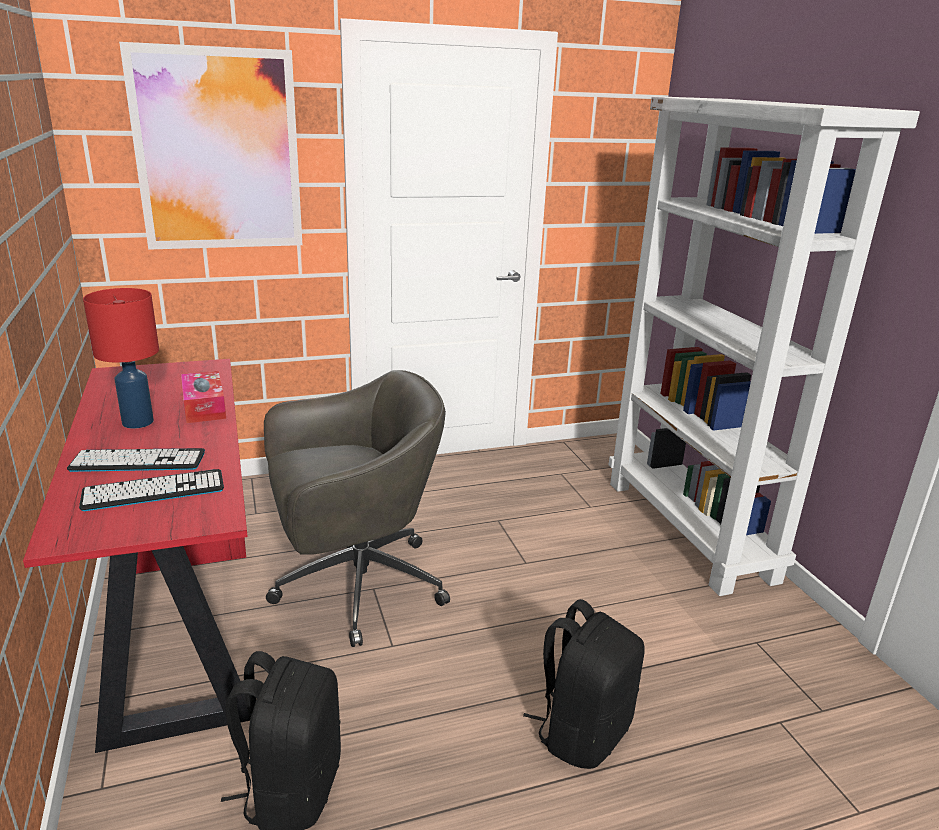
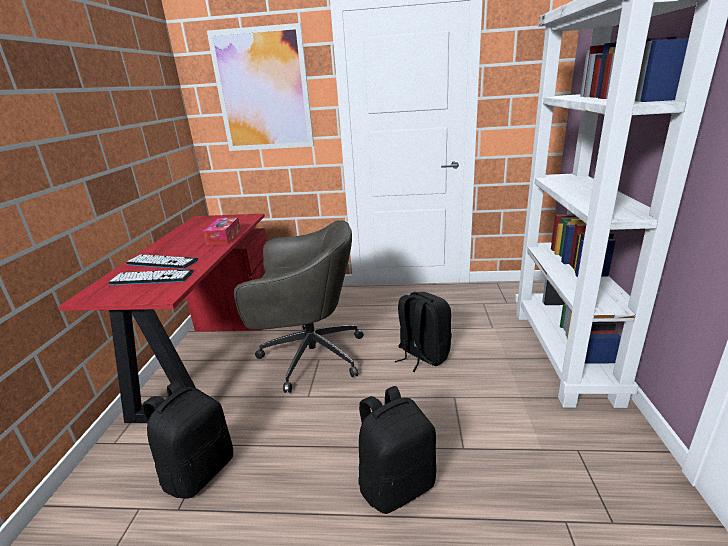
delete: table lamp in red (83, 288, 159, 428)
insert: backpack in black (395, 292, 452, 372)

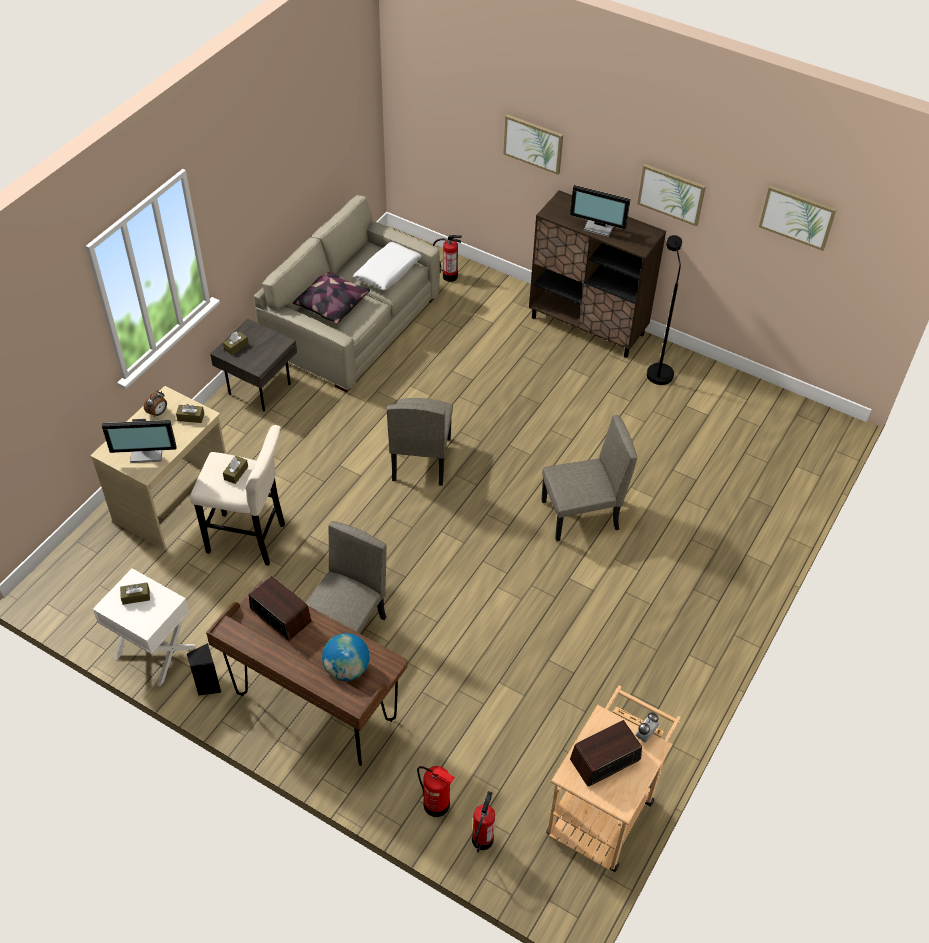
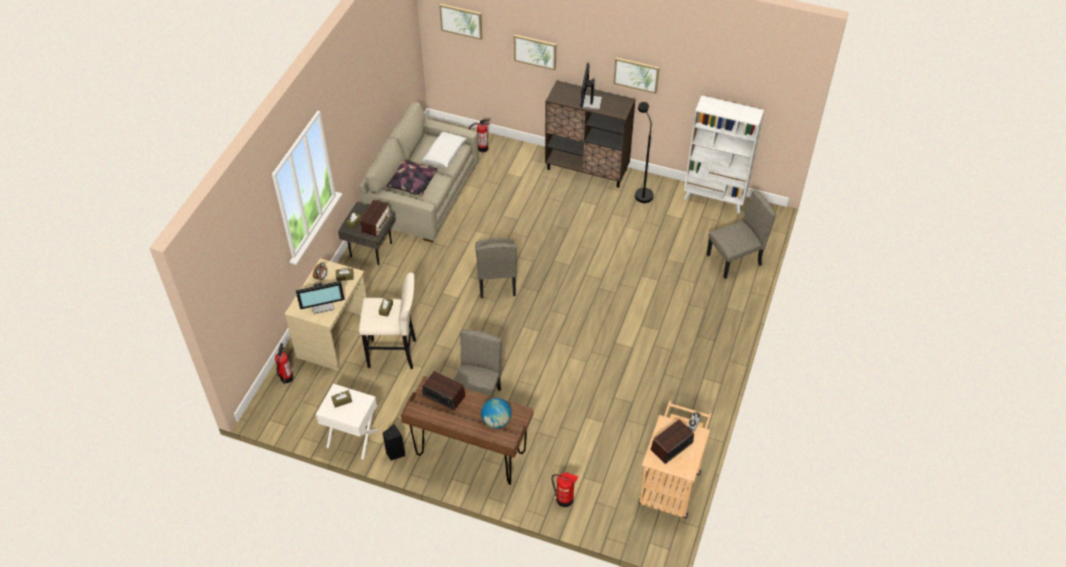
insert: radio (360, 200, 391, 237); bookcase in white (684, 95, 764, 214)
move: fire extinguisher (472, 791, 495, 853) to (275, 343, 293, 384); chair in beige (542, 415, 637, 541) to (707, 190, 776, 279); picture (759, 185, 837, 251) to (439, 4, 482, 40)
rotate: monitor (570, 185, 630, 237) = (580, 63, 602, 110) 90 degrees clockwise

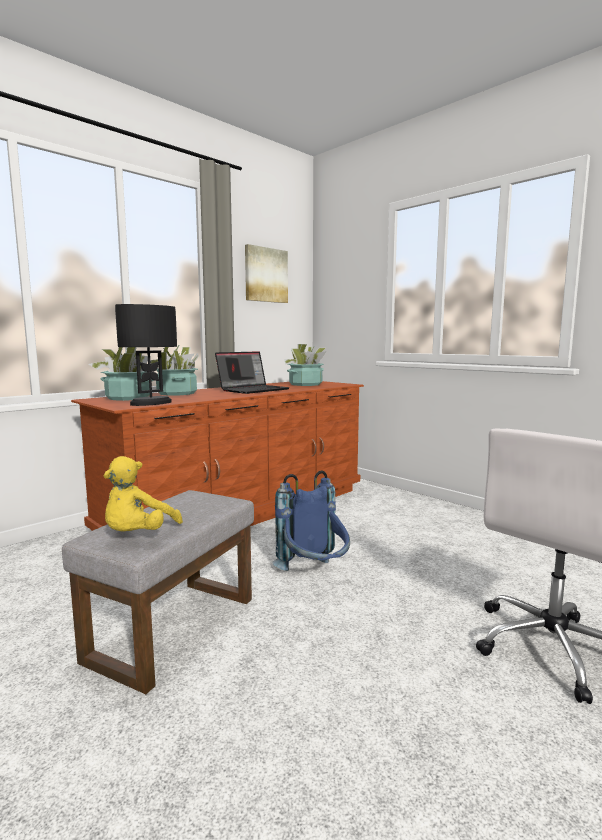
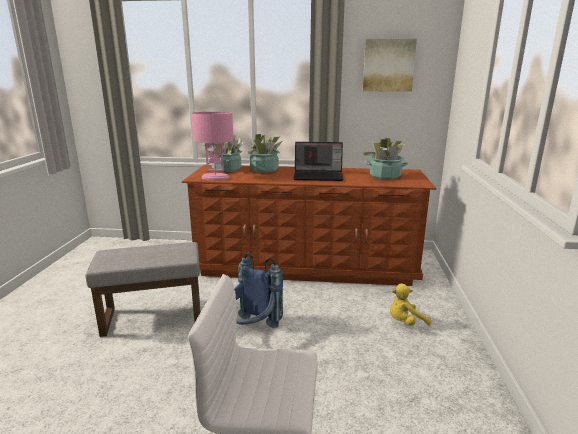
move: plush toy in yellow (104, 456, 183, 531) to (390, 284, 431, 326)
recolor: table lamp in black (115, 304, 177, 406) to table lamp in pink (191, 112, 233, 180)

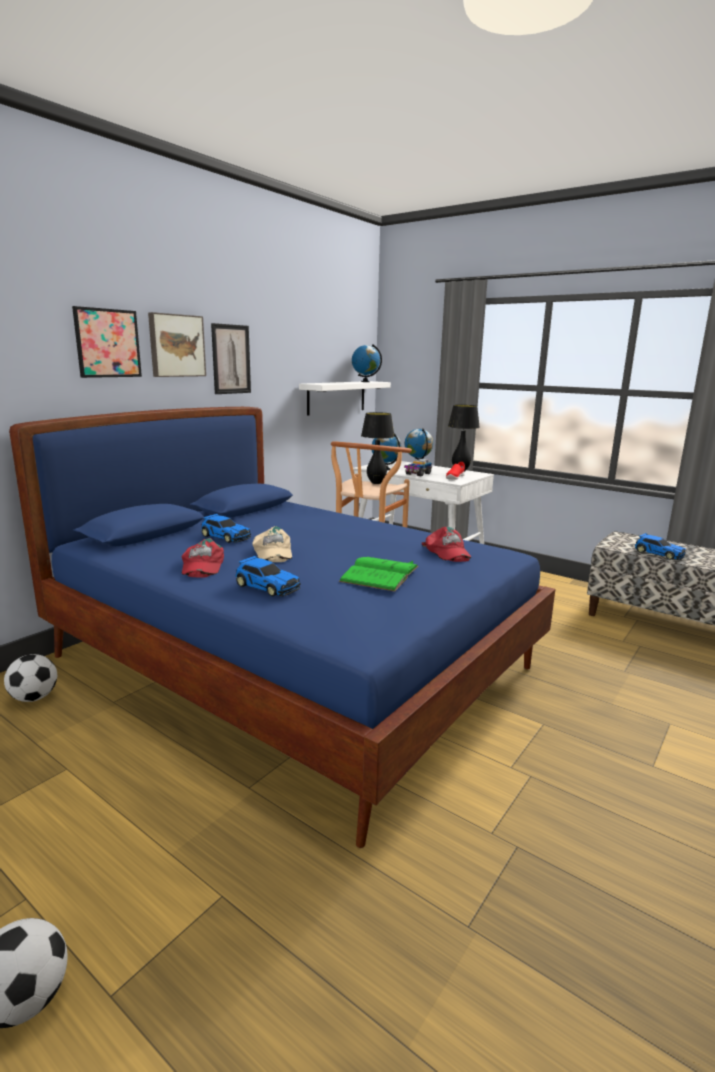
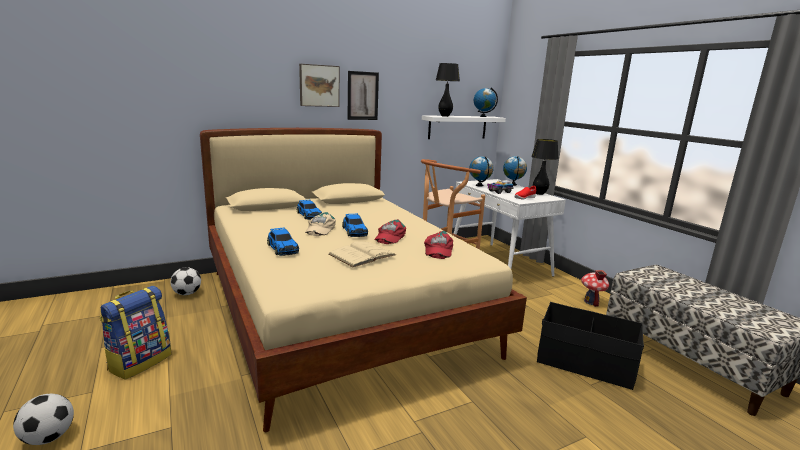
delete: picture (72, 306, 142, 378)
insert: backpack (100, 286, 171, 380); storage box in black (537, 302, 644, 390); toy house (581, 270, 609, 307)
move: cap in red (181, 538, 224, 578) to (374, 219, 406, 244); table lamp in black (361, 412, 395, 484) to (436, 63, 460, 117); toy car (635, 533, 686, 560) to (342, 214, 368, 237)
recolor: bed in blue (9, 407, 555, 848) to bed in beige (200, 128, 527, 432); book in green (339, 557, 418, 592) to book in beige (329, 241, 396, 267)

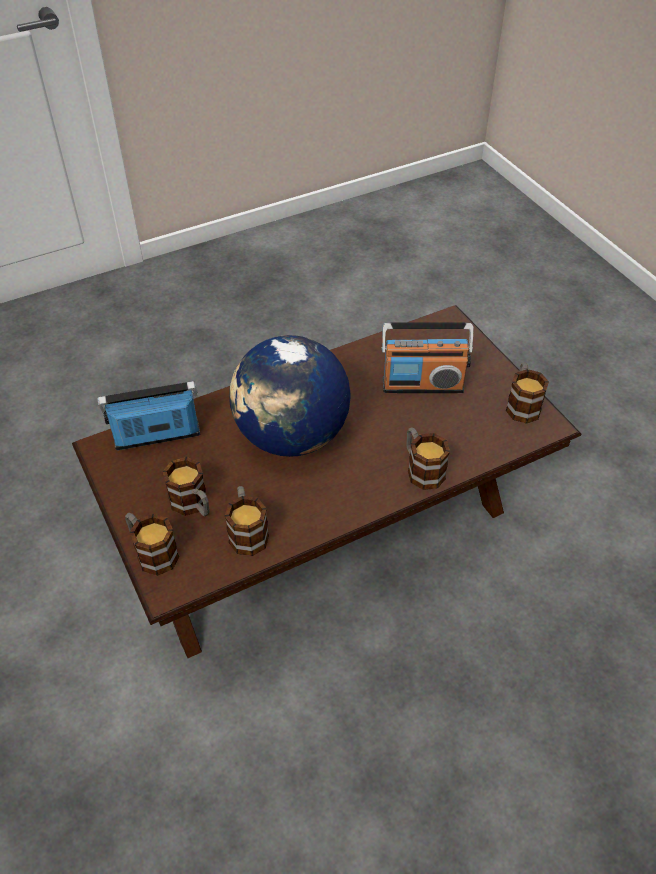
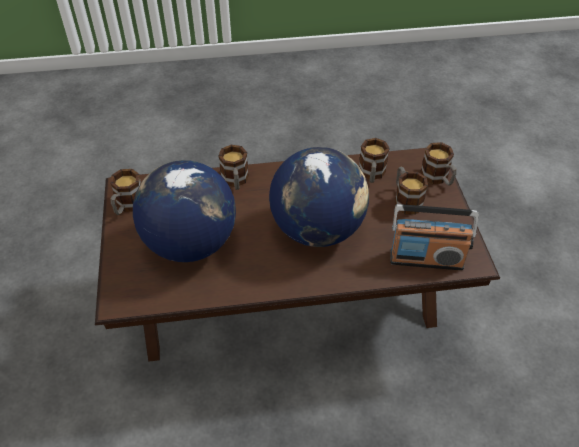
replace: radio (381, 322, 474, 393) to globe (133, 160, 236, 262)

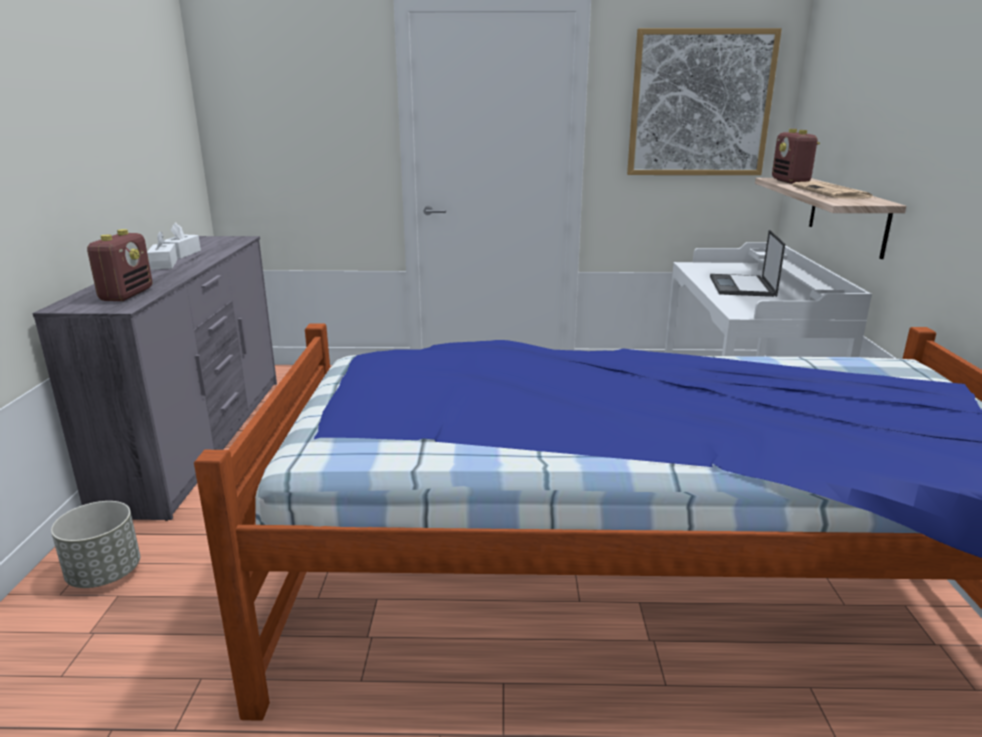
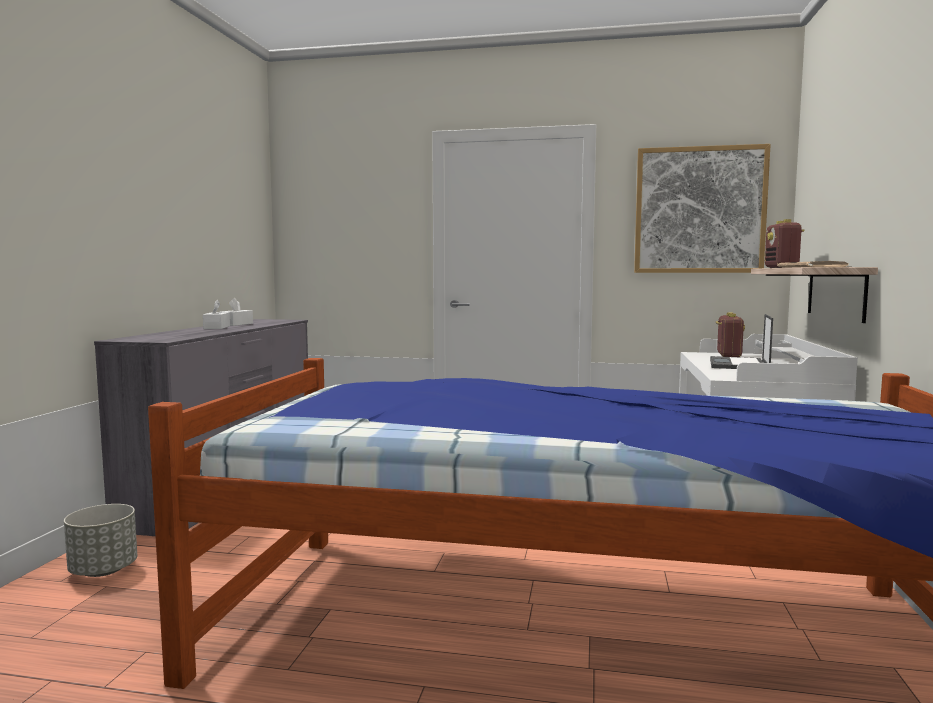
move: radio (87, 229, 153, 301) to (716, 312, 745, 357)

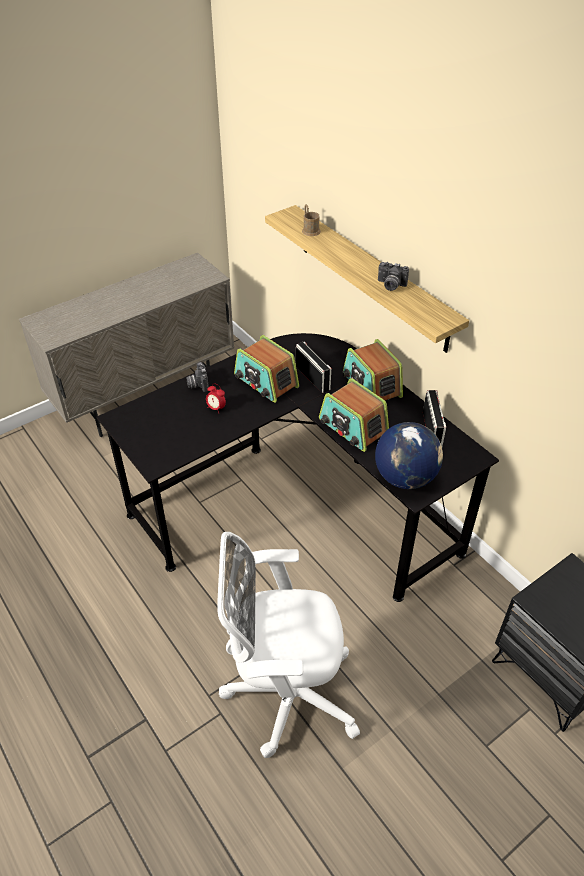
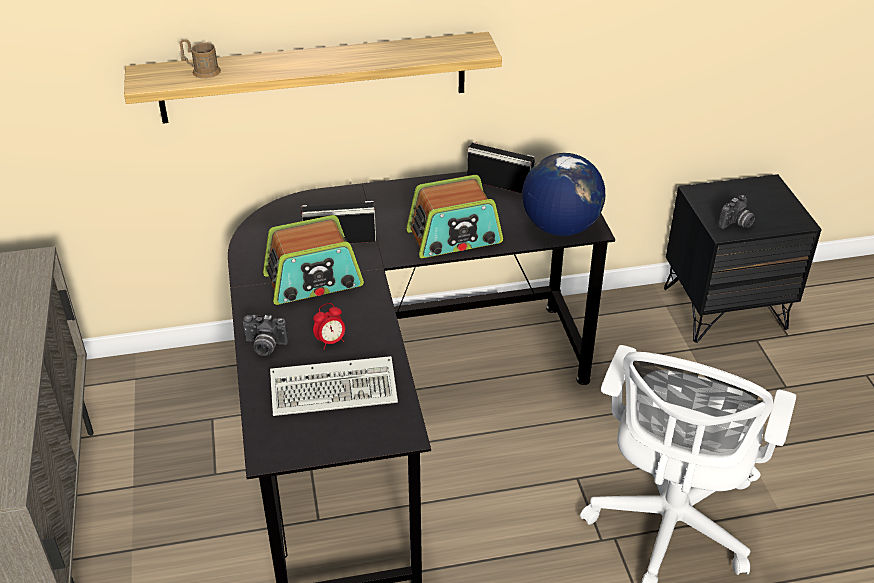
delete: radio (342, 339, 403, 401)
insert: keyboard (270, 356, 398, 416)
move: photo camera (378, 262, 409, 291) to (718, 195, 755, 229)

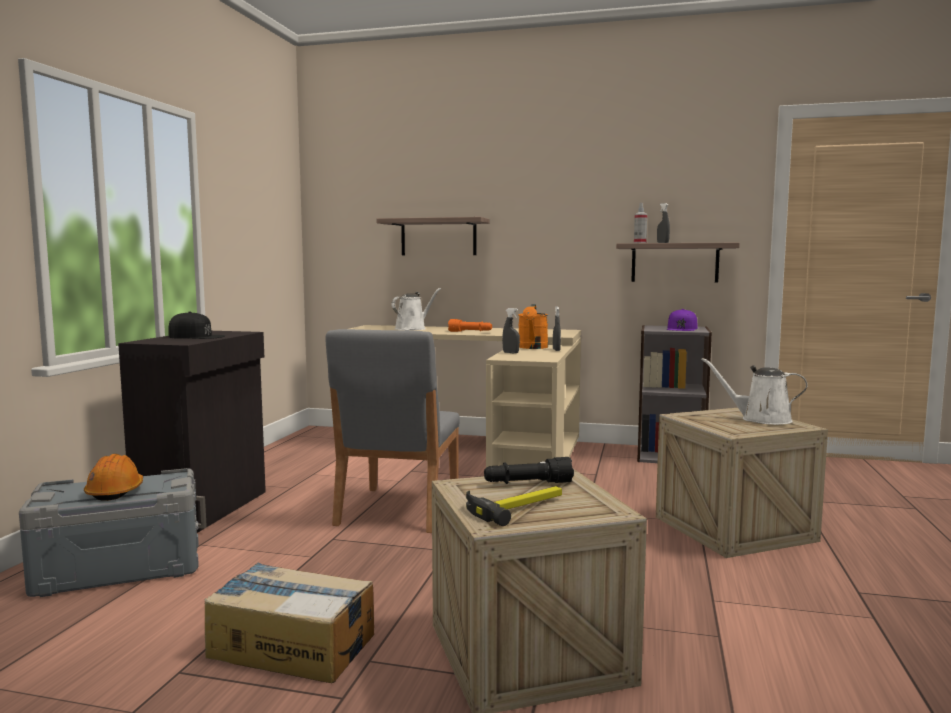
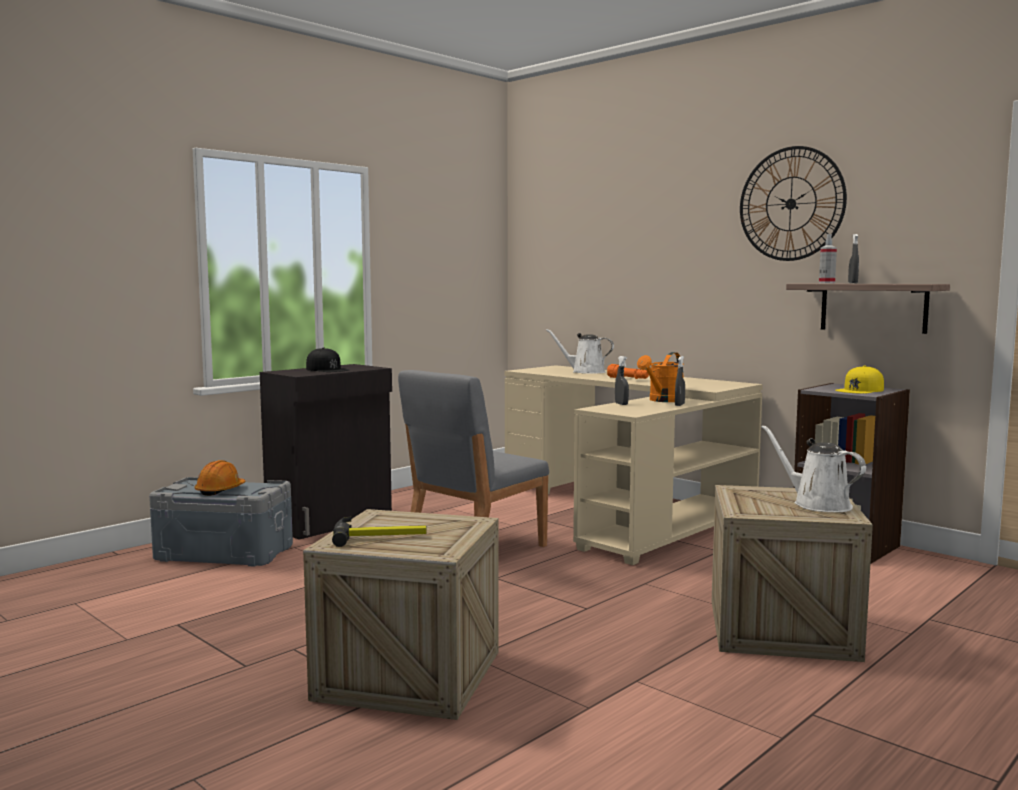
delete: cardboard box (205, 562, 374, 683); shelf (376, 217, 489, 255); flashlight in black (484, 457, 574, 484)
insert: wall clock (740, 146, 847, 261)
recolor: cap in purple (667, 309, 698, 331) to cap in yellow (835, 366, 884, 394)
rotate: watering can in white (391, 288, 441, 330) = (546, 329, 614, 374) 135 degrees counterclockwise

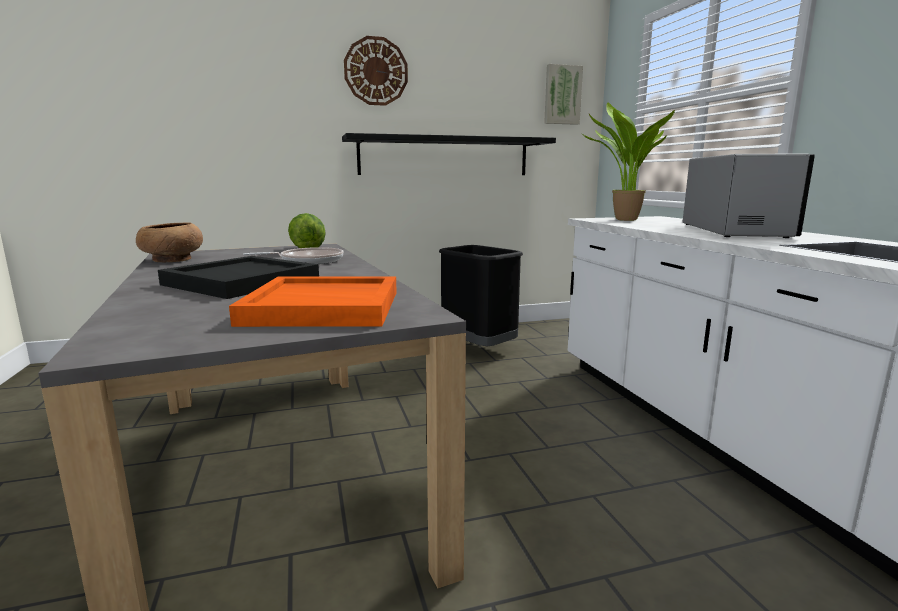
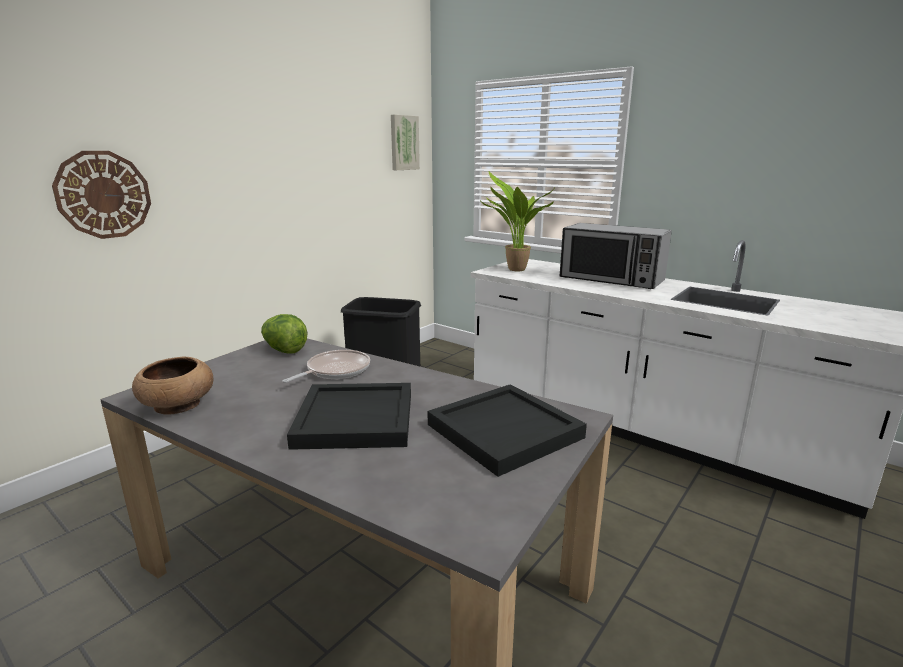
delete: shelf in black (342, 133, 556, 175)
move: wall clock (344, 36, 408, 106) to (52, 151, 151, 239)
recolor: tray in orange (229, 277, 397, 327) to tray in black (428, 384, 587, 477)
rotate: microwave (683, 153, 815, 238) = (560, 223, 672, 289) 150 degrees clockwise

